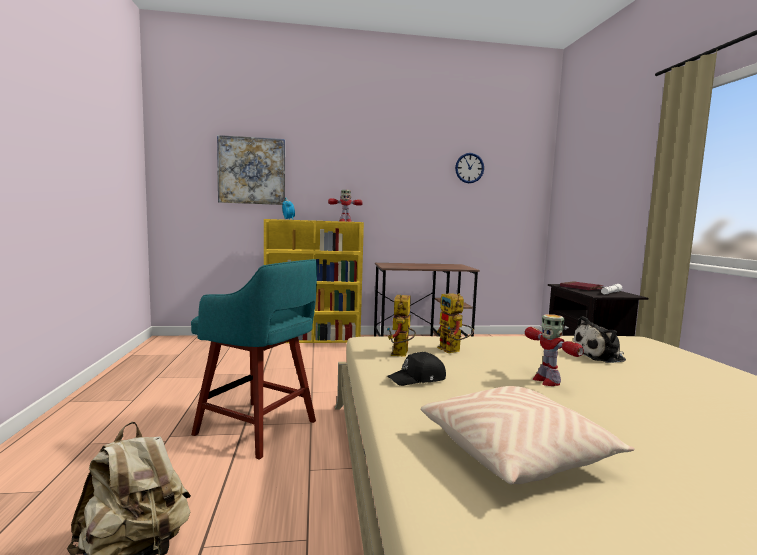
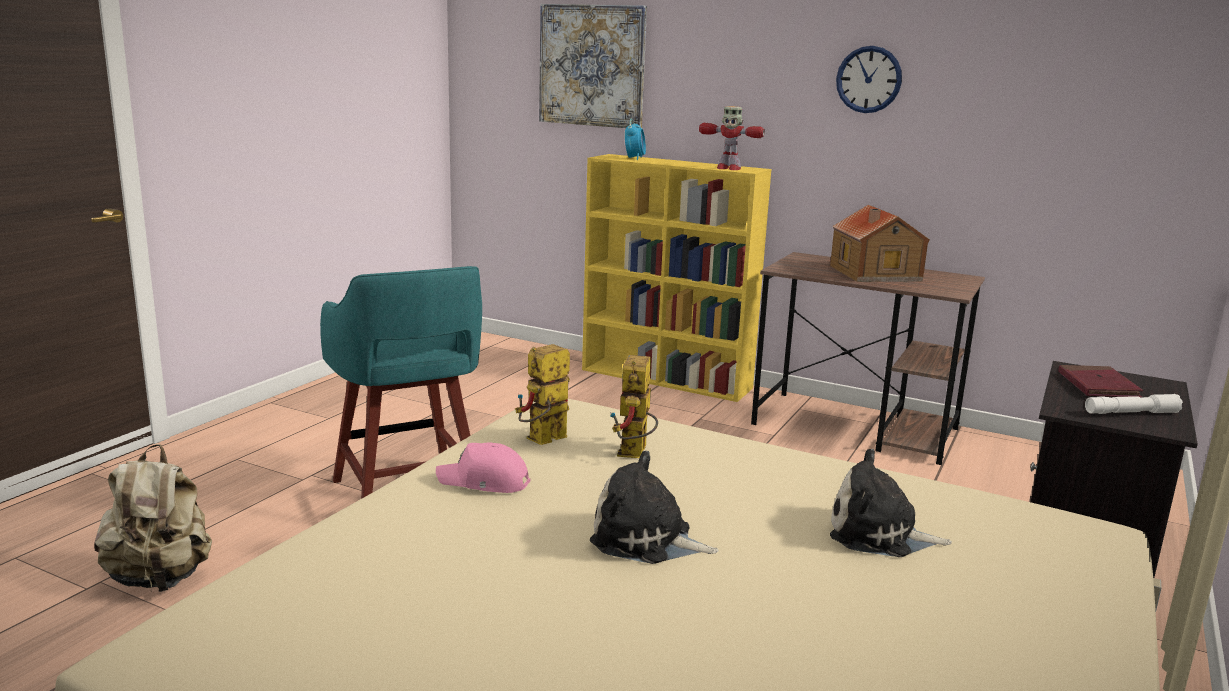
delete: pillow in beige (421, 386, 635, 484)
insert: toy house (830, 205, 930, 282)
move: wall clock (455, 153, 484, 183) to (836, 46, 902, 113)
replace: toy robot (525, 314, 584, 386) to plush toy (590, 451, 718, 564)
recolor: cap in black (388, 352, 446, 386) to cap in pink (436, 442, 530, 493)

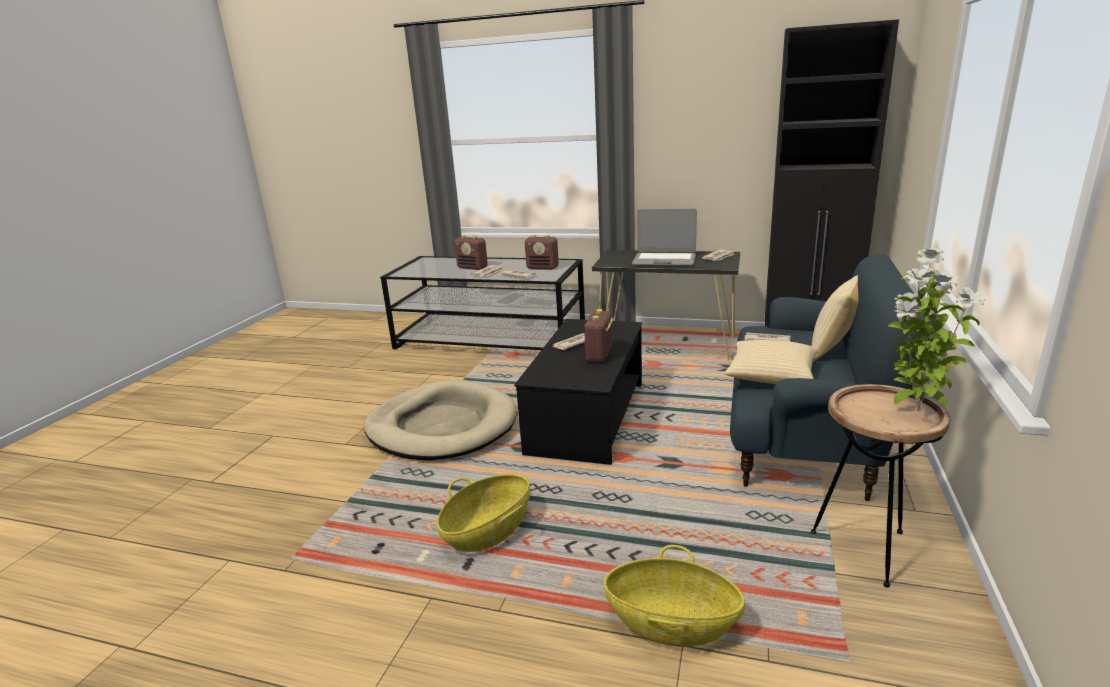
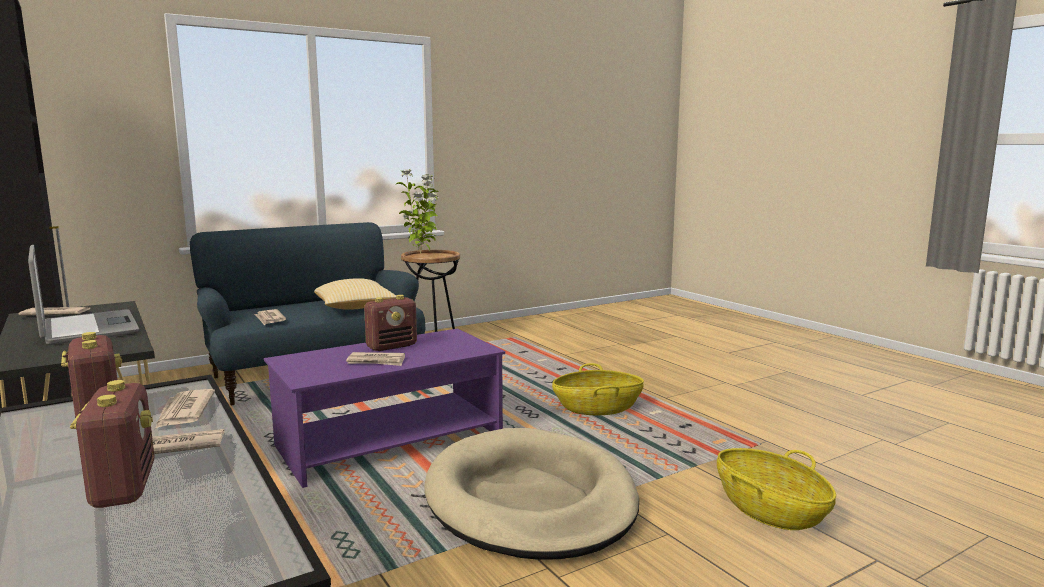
delete: pillow (812, 275, 858, 363)
move: basket (604, 545, 745, 647) to (717, 448, 836, 530)
recolor: coffee table in black (514, 319, 642, 465) to coffee table in purple (264, 329, 505, 488)

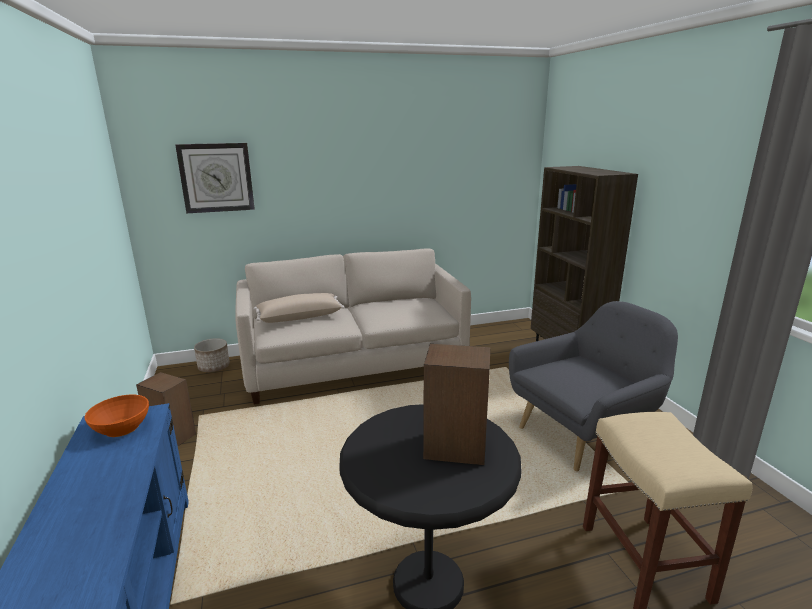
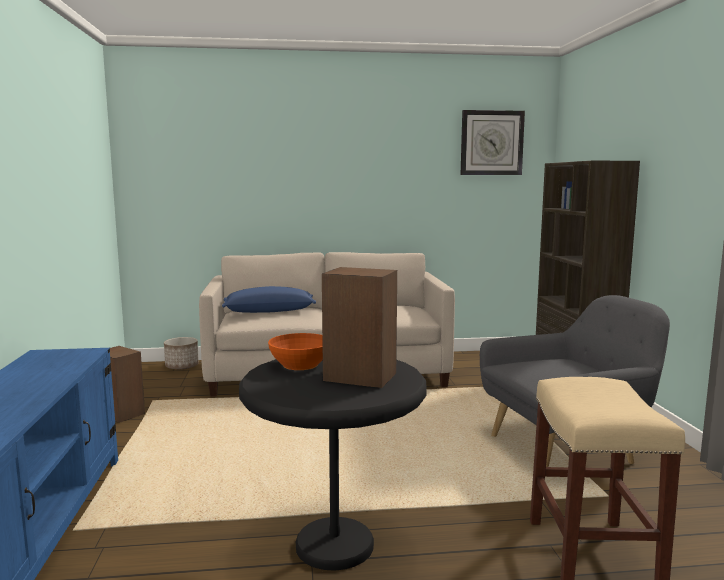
move: bowl in orange (85, 395, 149, 437) to (268, 333, 323, 370); wall clock (175, 143, 255, 213) to (460, 110, 525, 175)
recolor: pillow in beige (254, 293, 344, 323) to pillow in blue (222, 286, 316, 313)

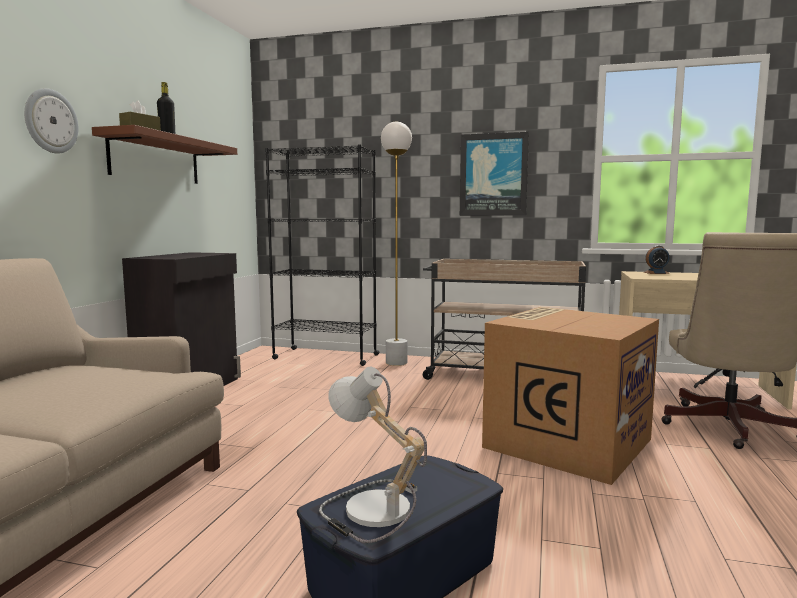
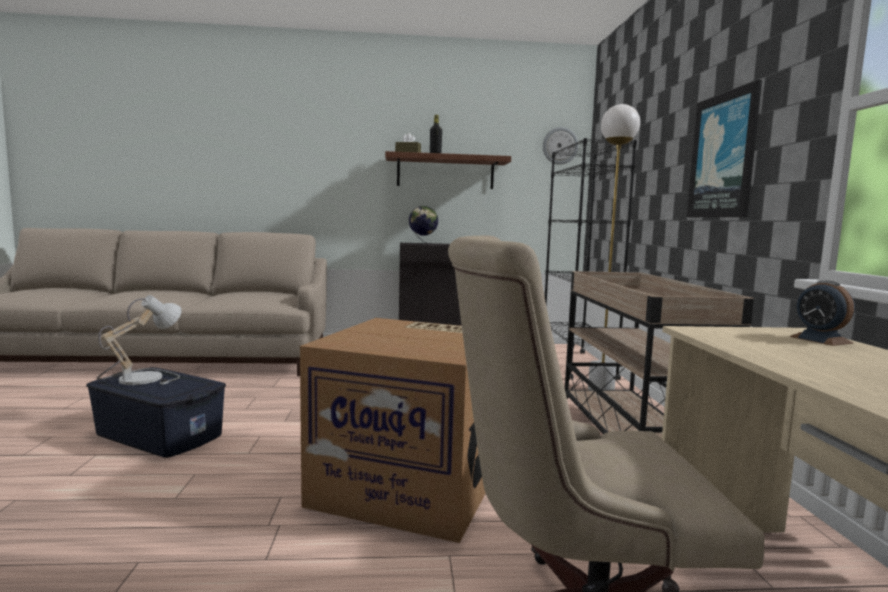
insert: globe (409, 206, 438, 244)
move: wall clock (24, 88, 78, 153) to (543, 127, 578, 165)

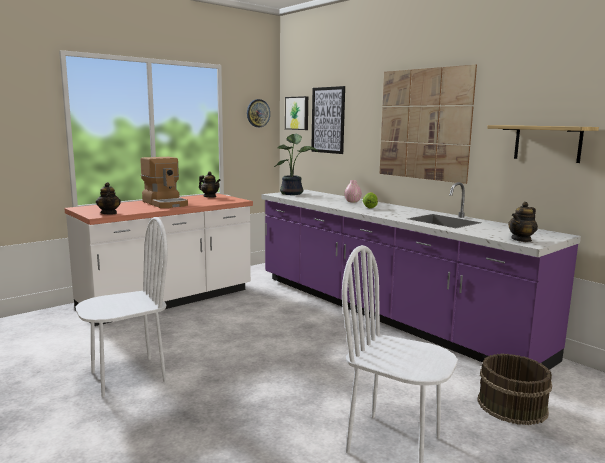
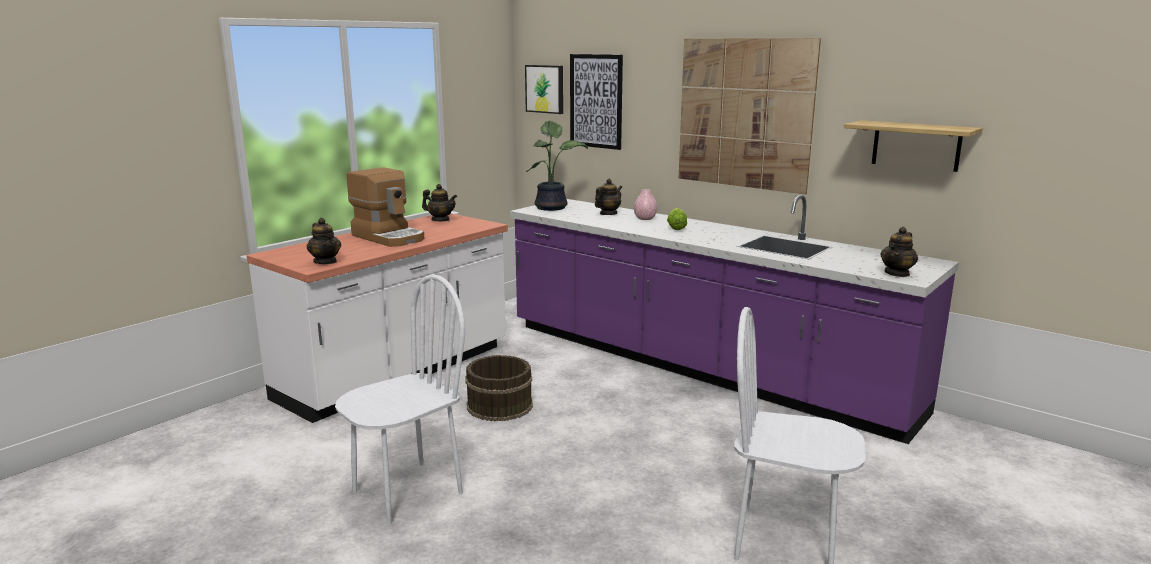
delete: wall clock (247, 99, 270, 127)
insert: teapot (595, 179, 622, 215)
move: bucket in brown (477, 354, 552, 425) to (465, 355, 533, 421)

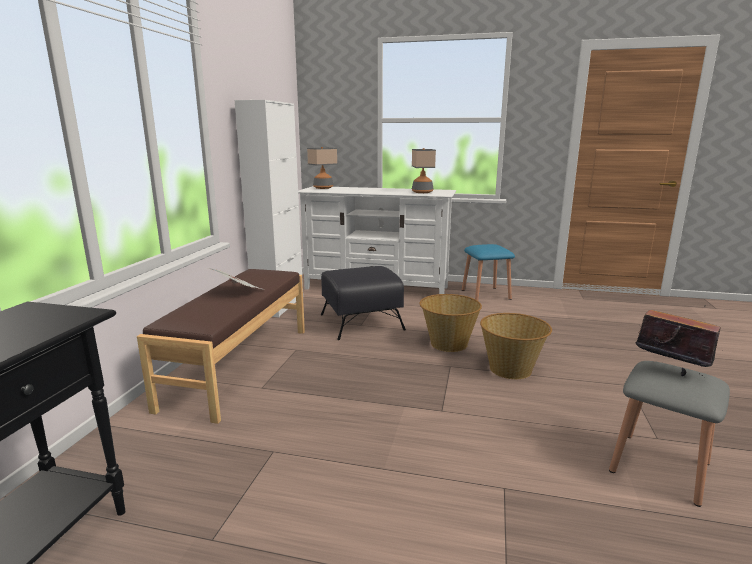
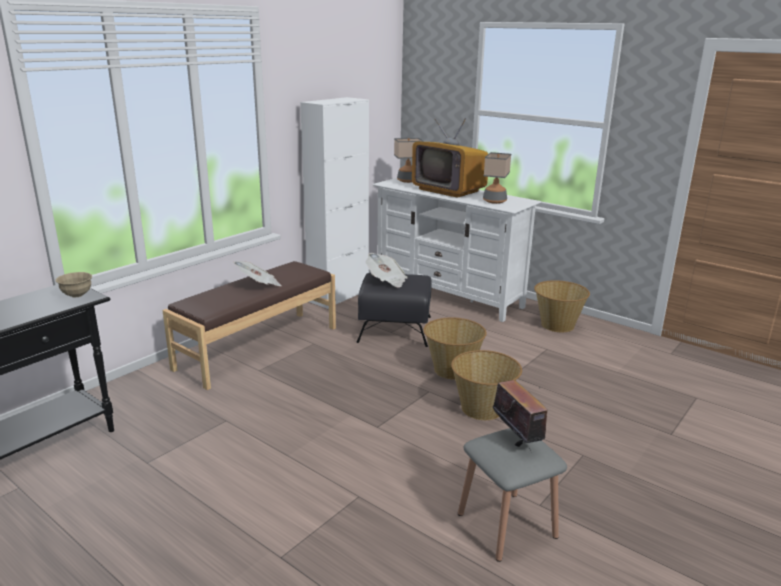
insert: bowl in beige (56, 272, 92, 297); newspaper (365, 253, 407, 288); television (412, 118, 488, 198)
replace: stool in blue (462, 244, 515, 301) to basket (534, 280, 590, 332)

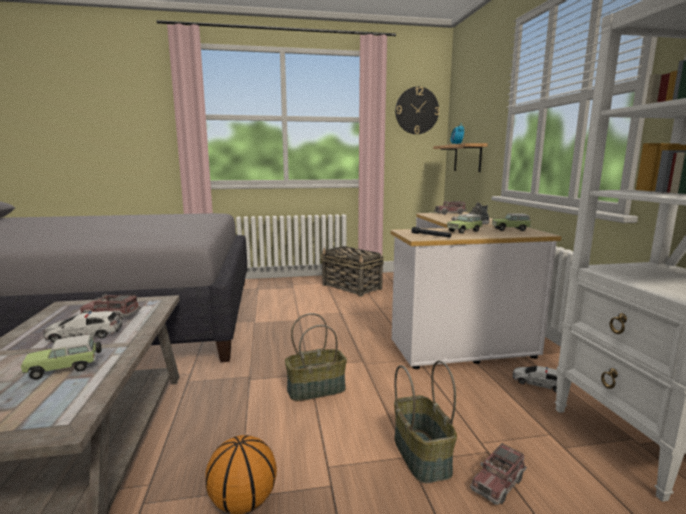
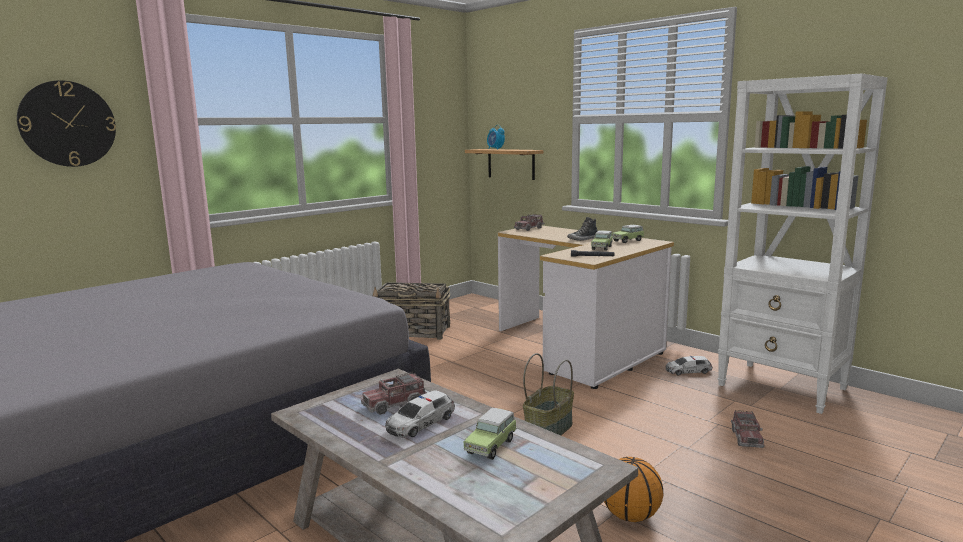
delete: basket (394, 360, 457, 484)
move: wall clock (395, 87, 439, 134) to (17, 80, 116, 167)

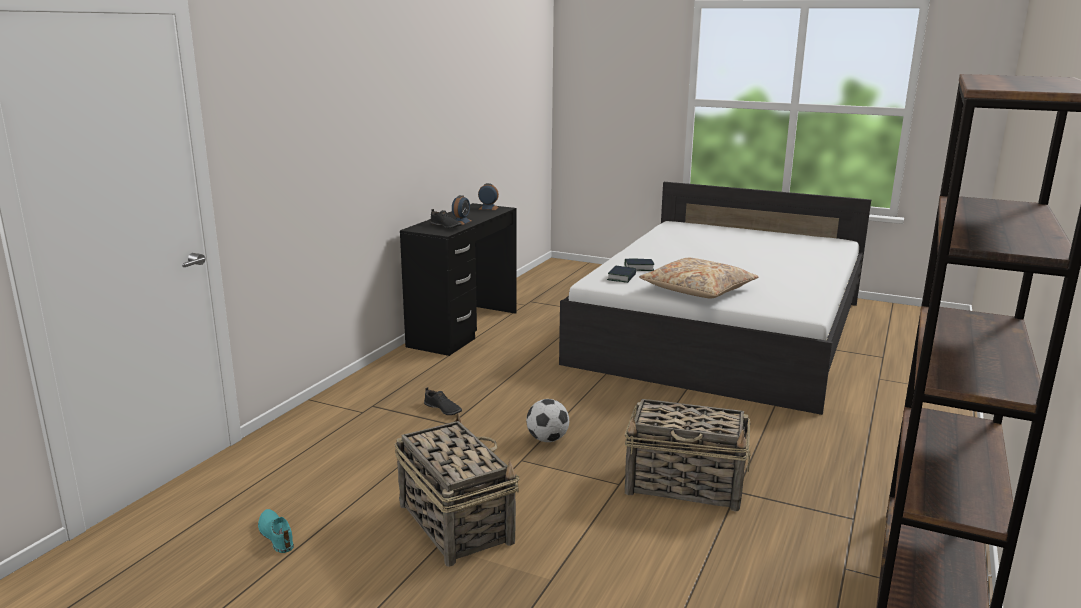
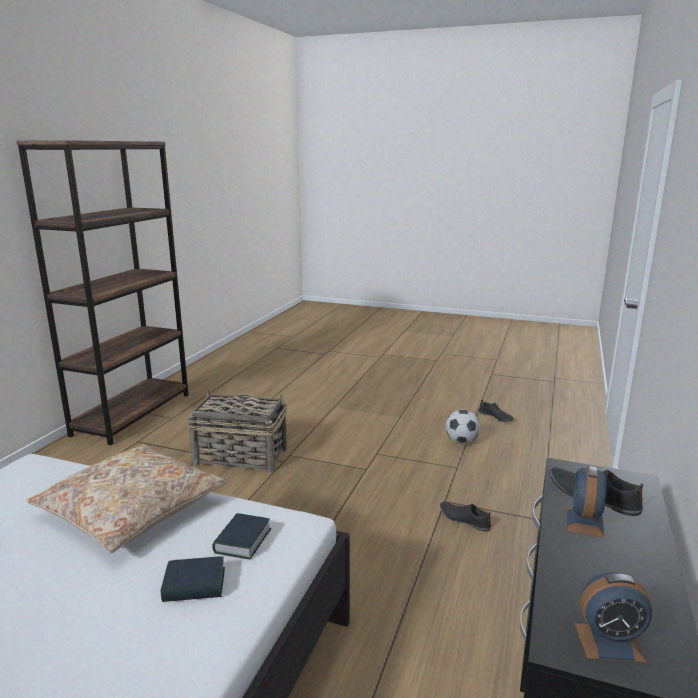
delete: basket (395, 413, 519, 567)
move: football (526, 399, 569, 442) to (446, 410, 480, 444)
recolor: shoe in turquoise (258, 509, 294, 553) to shoe in black (479, 400, 514, 422)

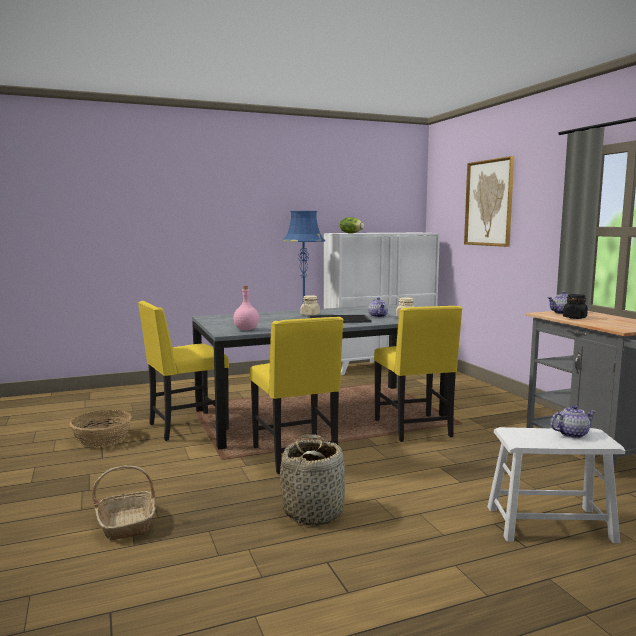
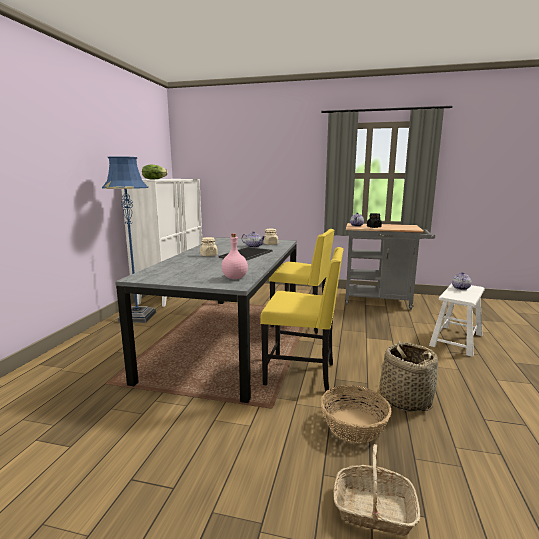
delete: chair in yellow (138, 301, 229, 441); picture (464, 156, 514, 247)
move: basket (70, 410, 131, 448) to (320, 385, 391, 443)

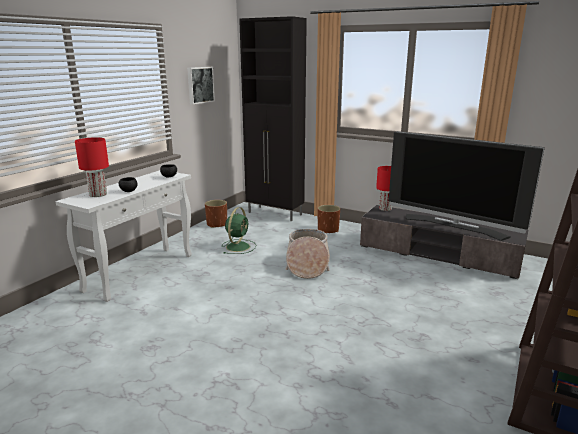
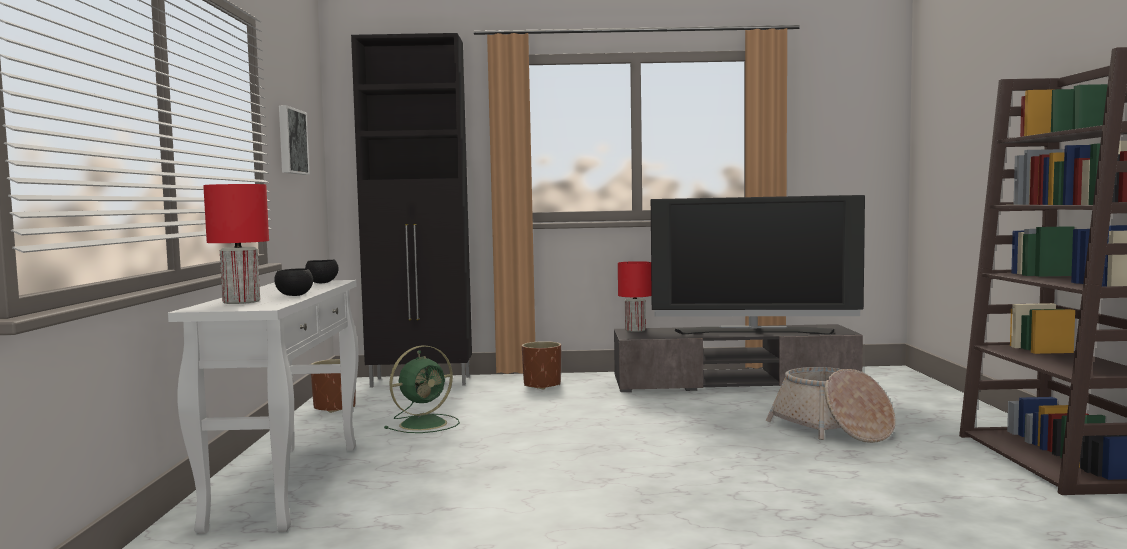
move: basket (286, 229, 330, 279) to (766, 367, 896, 443)
rotate: fan in green (222, 207, 256, 254) = (384, 345, 460, 433) 60 degrees clockwise

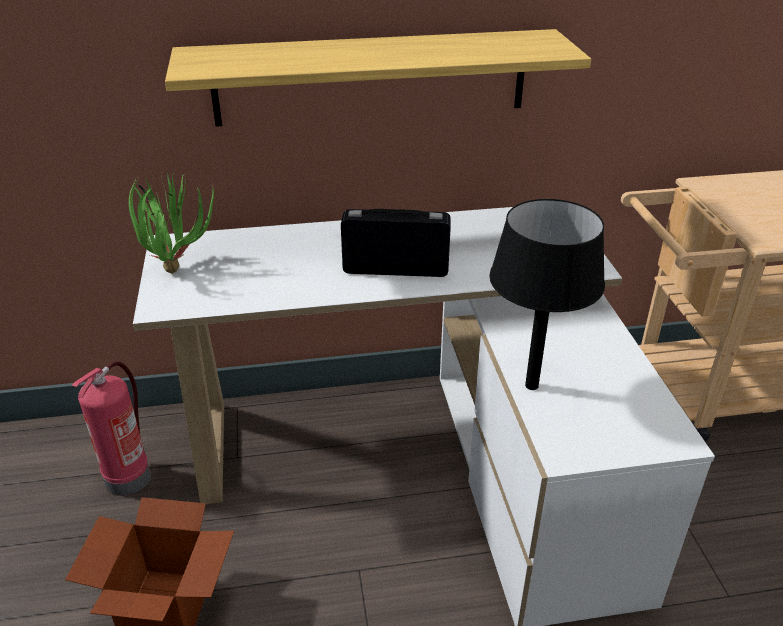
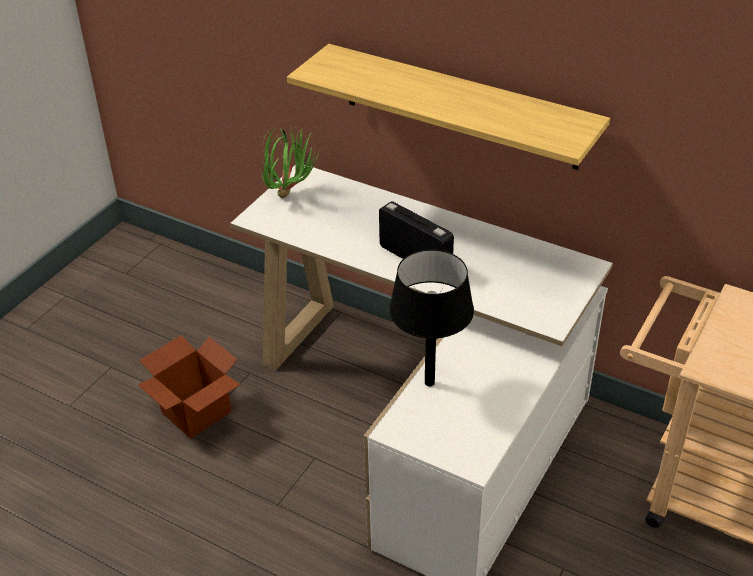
delete: fire extinguisher (72, 361, 151, 496)

